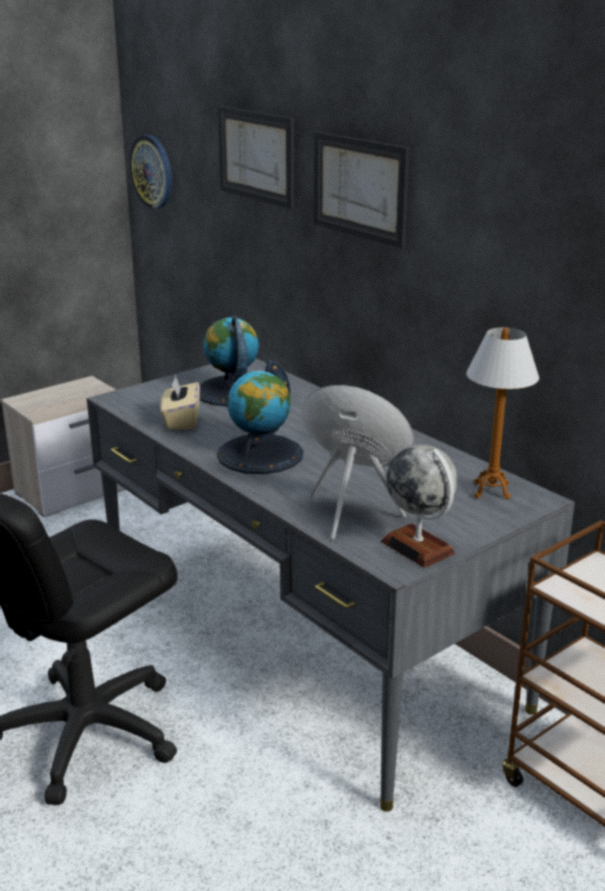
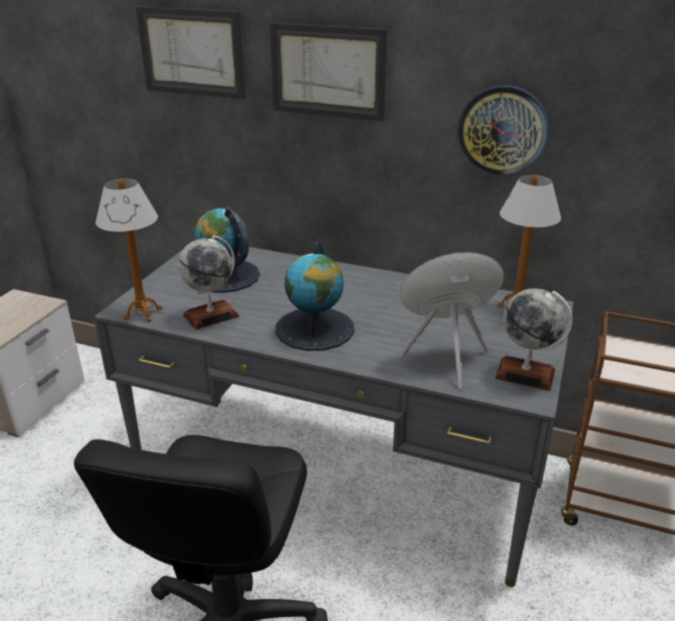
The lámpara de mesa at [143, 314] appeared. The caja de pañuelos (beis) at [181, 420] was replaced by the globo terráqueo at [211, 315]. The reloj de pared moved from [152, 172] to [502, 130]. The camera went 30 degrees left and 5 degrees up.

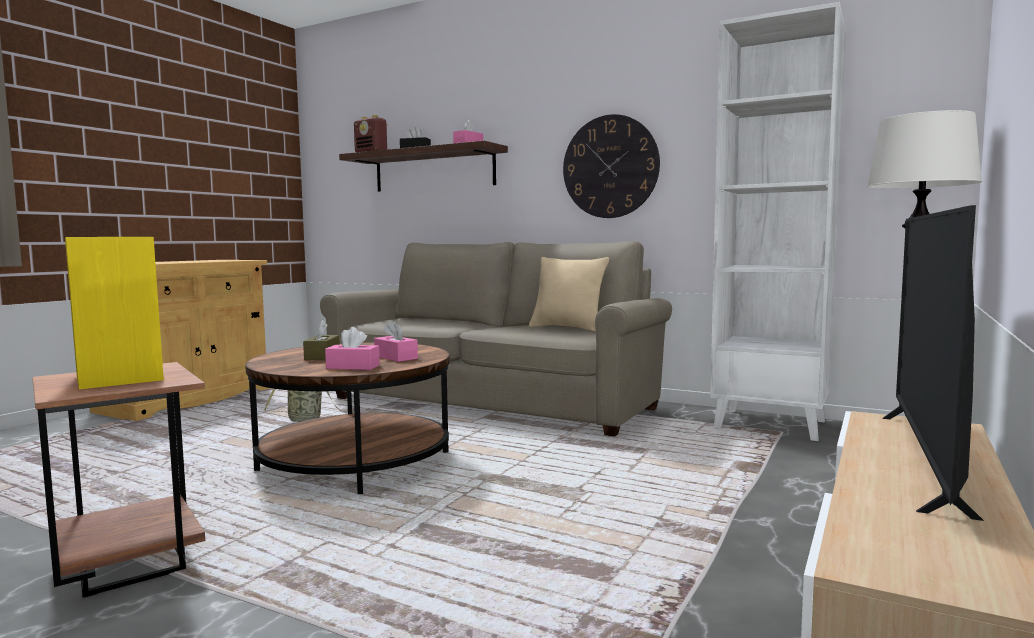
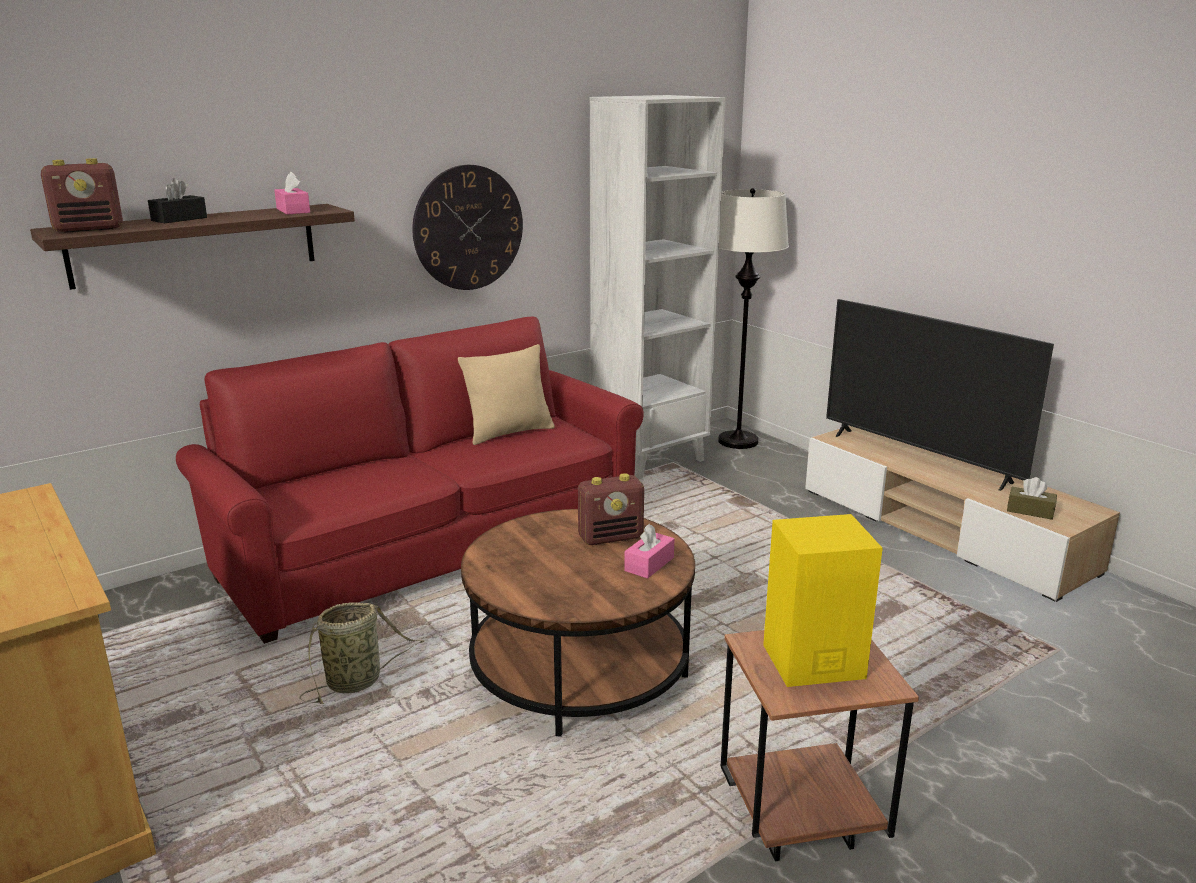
The sofá (beis) at [495, 401] became the sofá (rojo) at [427, 546]. The caja de pañuelos (rosa) at [396, 357] was replaced by the radio at [611, 537]. The caja de pañuelos (marrón) moved from [322, 356] to [1030, 511]. The camera went 65 degrees left and 15 degrees up.

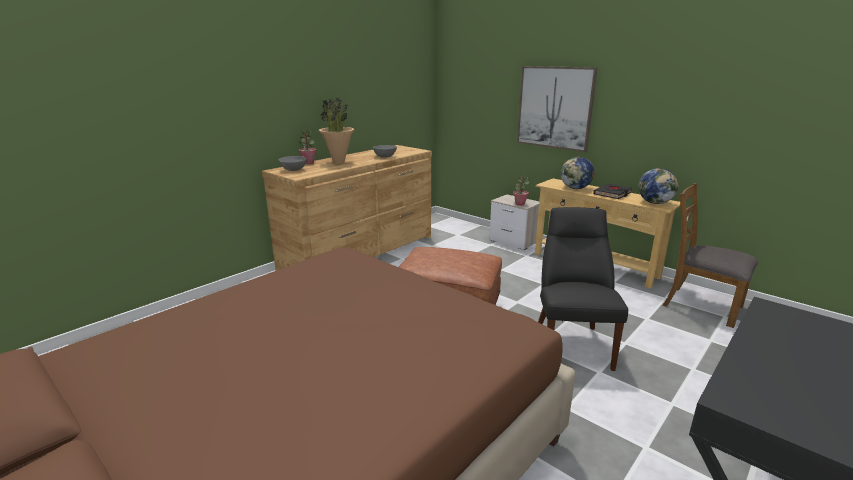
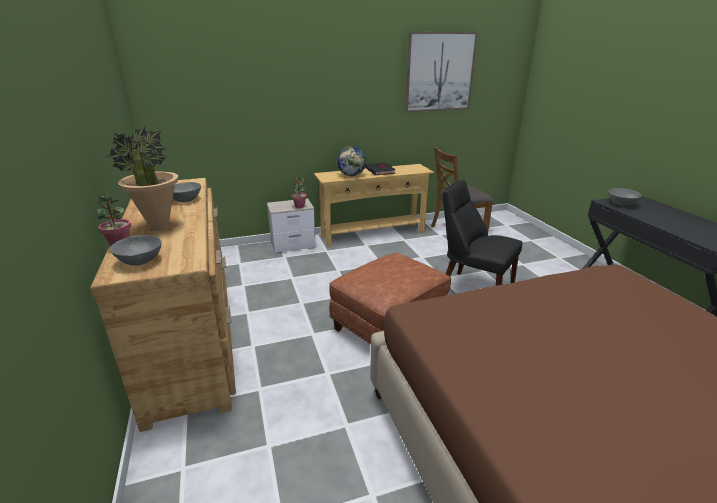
The cuadro moved from [555, 107] to [439, 72]. The cuenco (gris) at [621, 204] appeared. The globo terráqueo at [655, 203] disappeared. The camera went 60 degrees left and 5 degrees up.

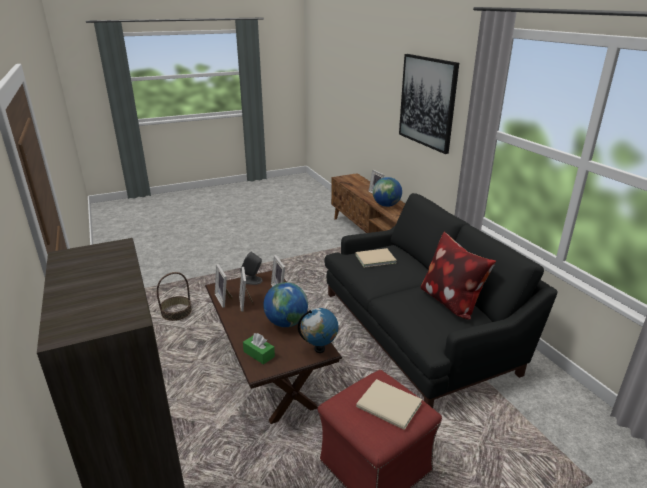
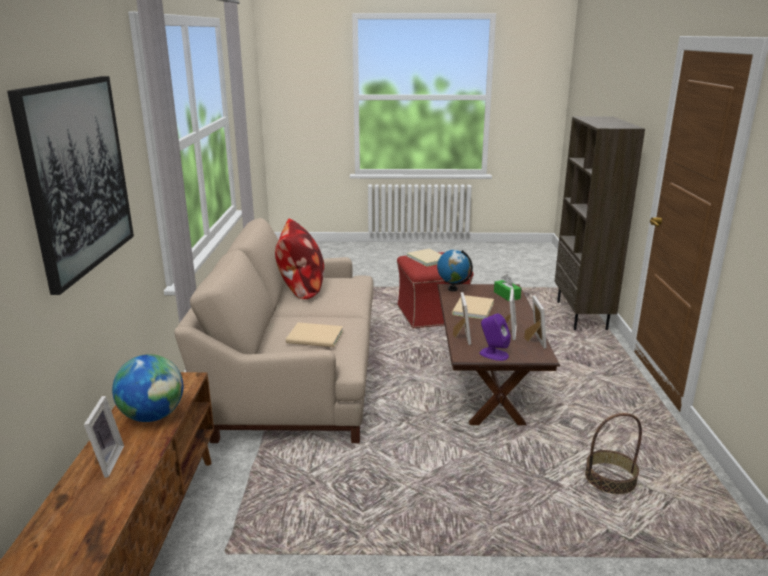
The sofá (negro) at [419, 329] became the sofá (beis) at [295, 374]. The globo terráqueo at [286, 323] was replaced by the libro (beis) at [471, 309]. The altavoz (gris) at [252, 280] became the altavoz (morado) at [493, 354]. The camera went 155 degrees left and 5 degrees down.

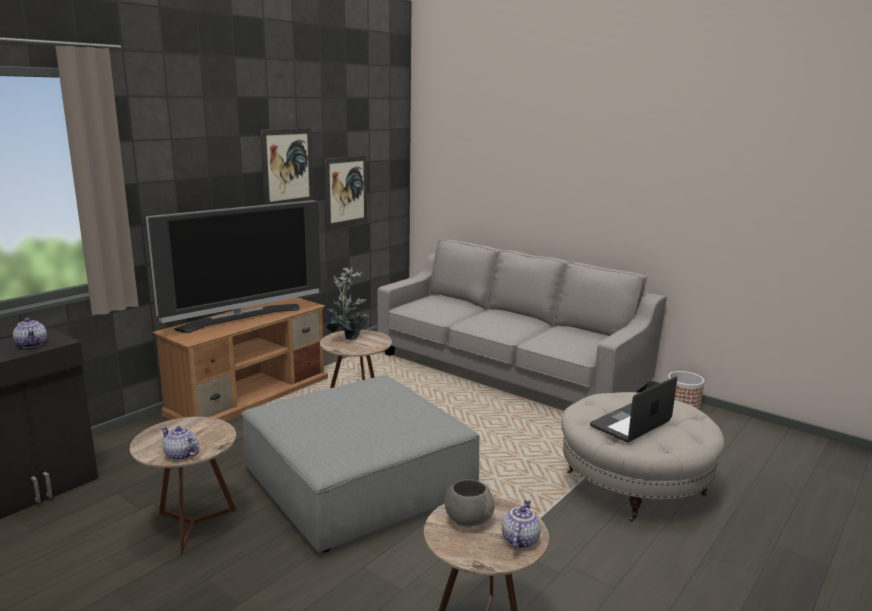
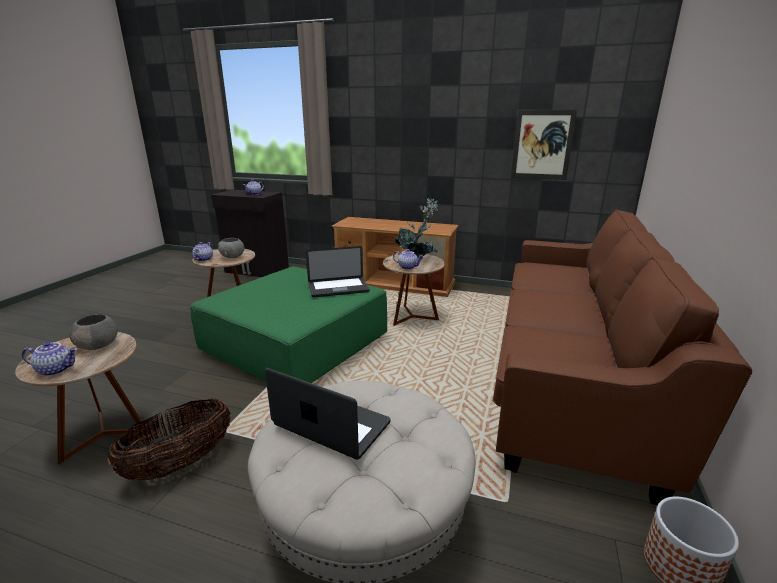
The cesta at [180, 463] appeared. The puf (gris) at [359, 482] became the puf (verde) at [296, 344]. The cuenco (gris) at [233, 257] appeared. The portátil at [338, 288] appeared. The tetera at [408, 267] appeared. The sofá (gris) at [508, 373] became the sofá (marrón) at [570, 373]. The televisor at [241, 318] disappeared. The cuadro at [287, 167] disappeared. The camera went 70 degrees right and 5 degrees up.

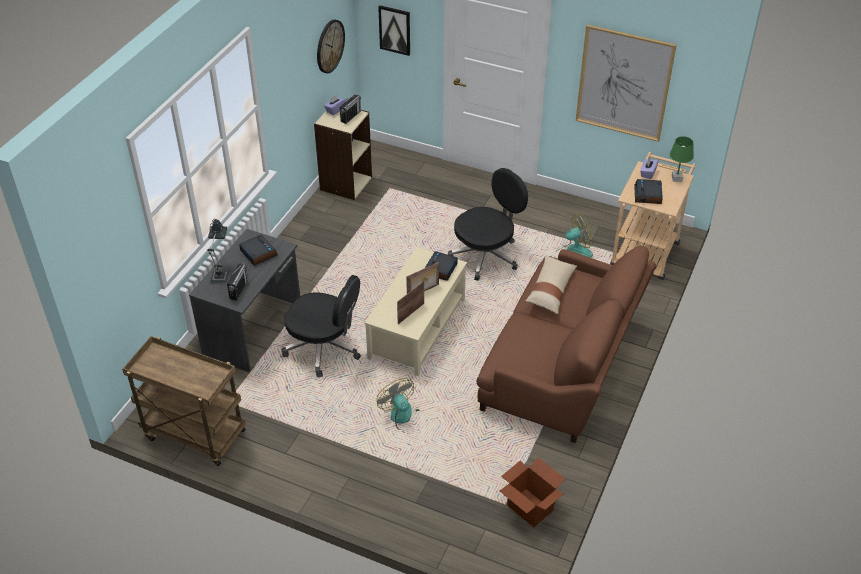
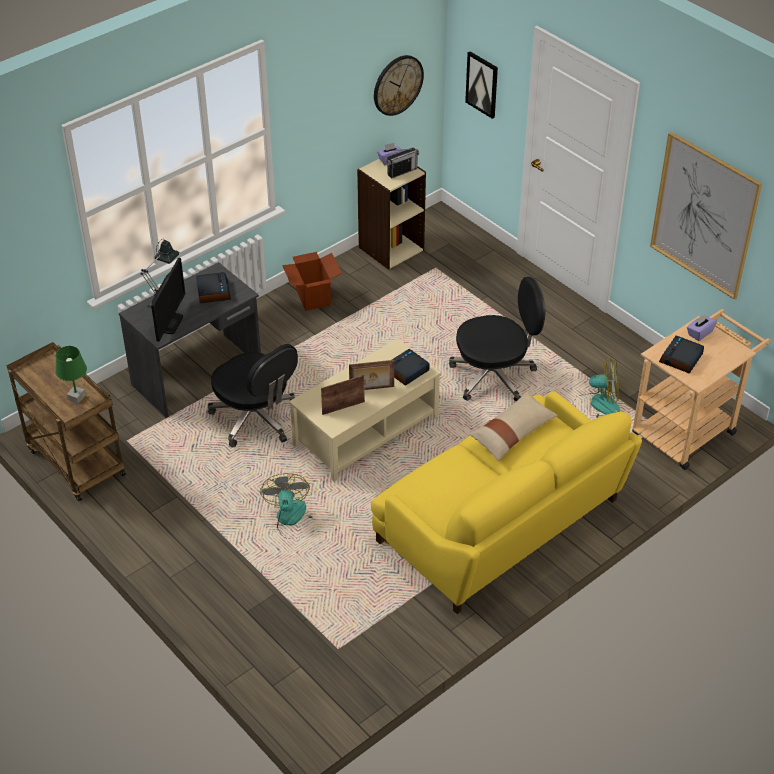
The lámpara de mesa (verde) moved from [677, 178] to [76, 397]. The radio at [239, 289] was replaced by the monitor at [169, 323]. The caja de cartón moved from [529, 508] to [313, 297]. The sofá (marrón) at [562, 364] became the sofá (amarillo) at [500, 524]. The camera went 25 degrees right and 0 degrees up.

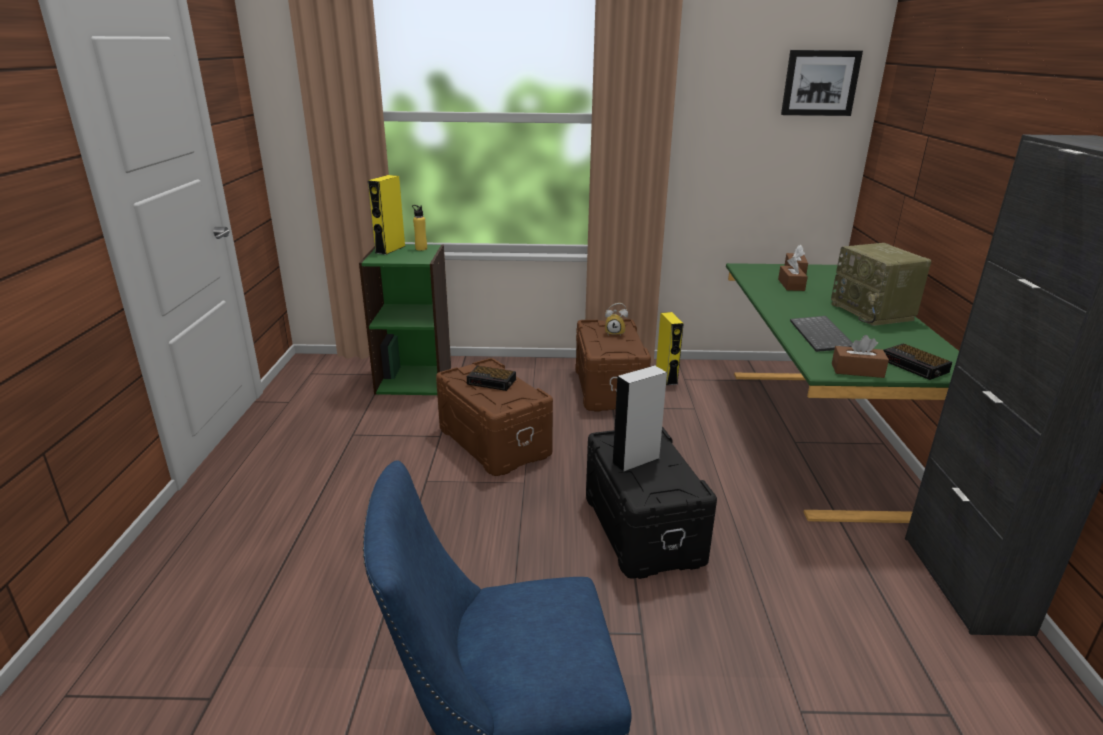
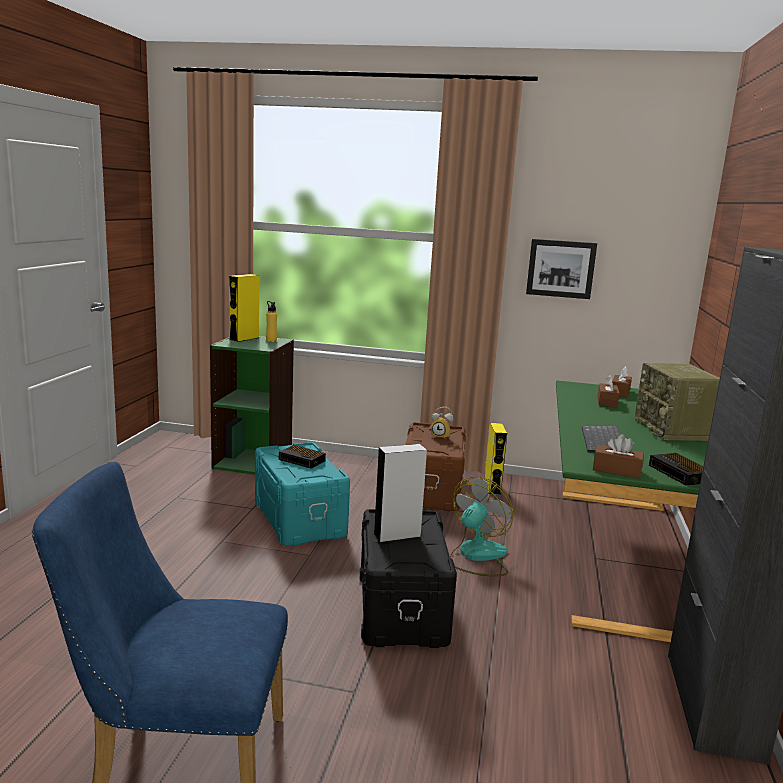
The caja de almacenaje (marrón) at [495, 441] became the caja de almacenaje (turquesa) at [300, 519]. The ventilador at [477, 556] appeared. The cuadro moved from [820, 83] to [560, 268]. The camera went 10 degrees right and 10 degrees down.

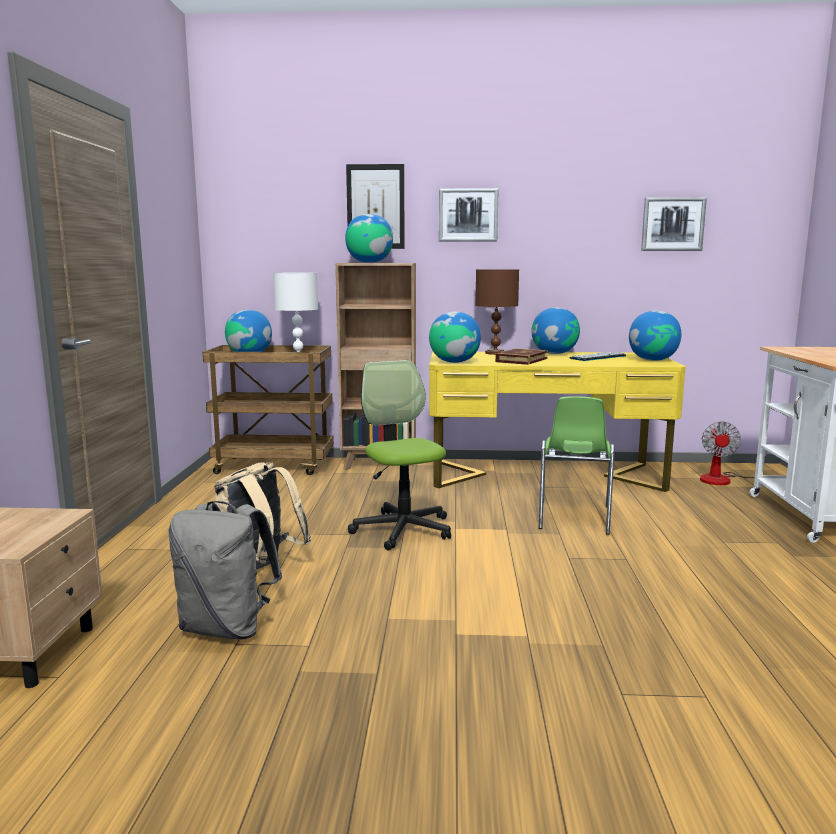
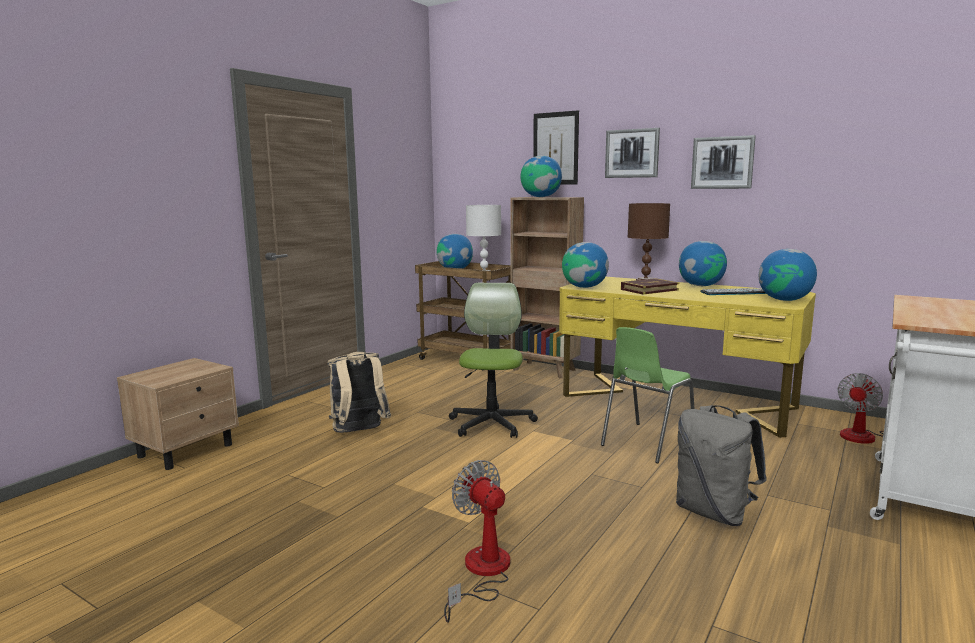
The ventilador at [482, 572] appeared. The mochila (gris) moved from [227, 628] to [714, 513]. The cuadro moved from [672, 224] to [722, 162]. The camera went 30 degrees right and 0 degrees up.

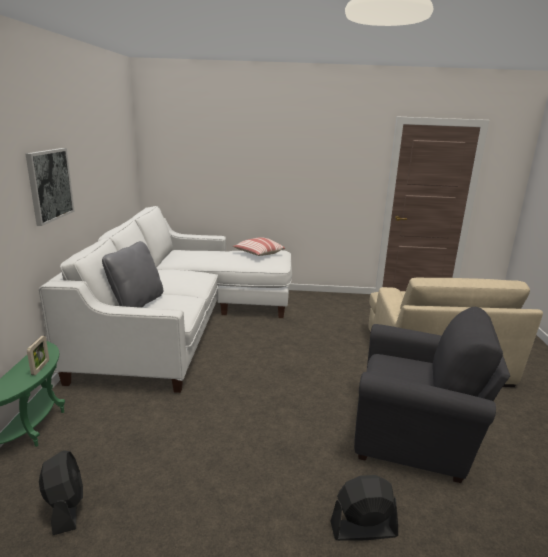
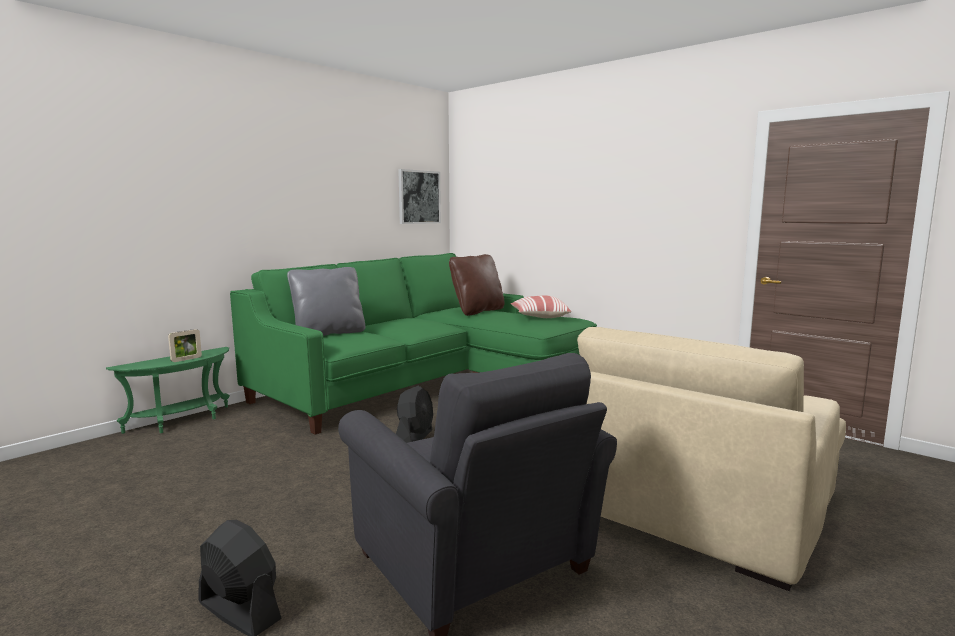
The sofá (blanco) at [184, 322] became the sofá (verde) at [425, 385]. The ventilador (negro) moved from [65, 507] to [414, 438]. The cuadro moved from [49, 185] to [419, 197]. The cojín (marrón) at [477, 311] appeared. The camera went 40 degrees right and 10 degrees down.

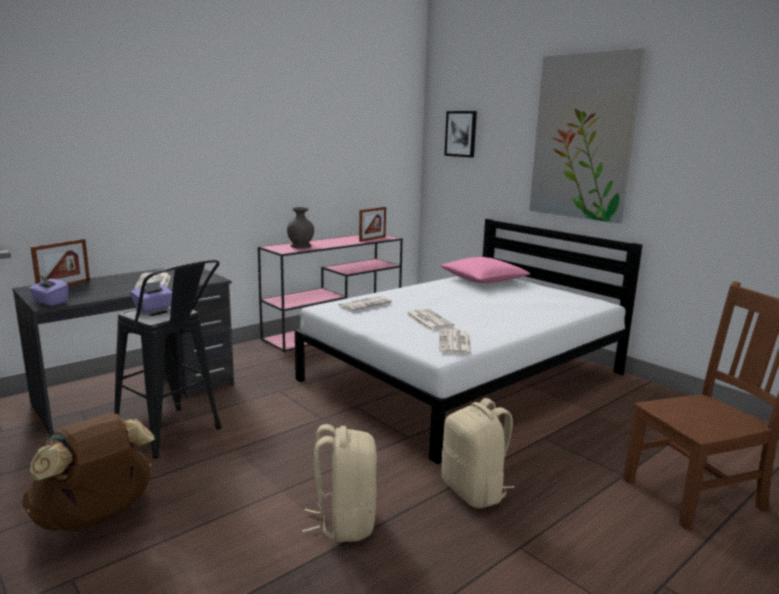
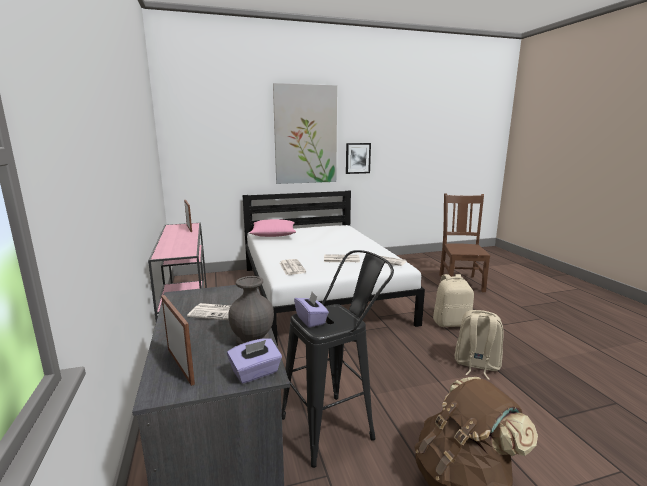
The florero (gris) moved from [301, 246] to [253, 339]. The cuadro moved from [461, 134] to [357, 158]. The camera went 65 degrees left and 0 degrees up.

